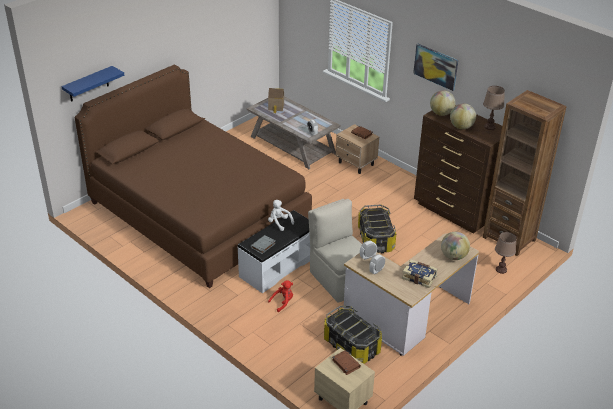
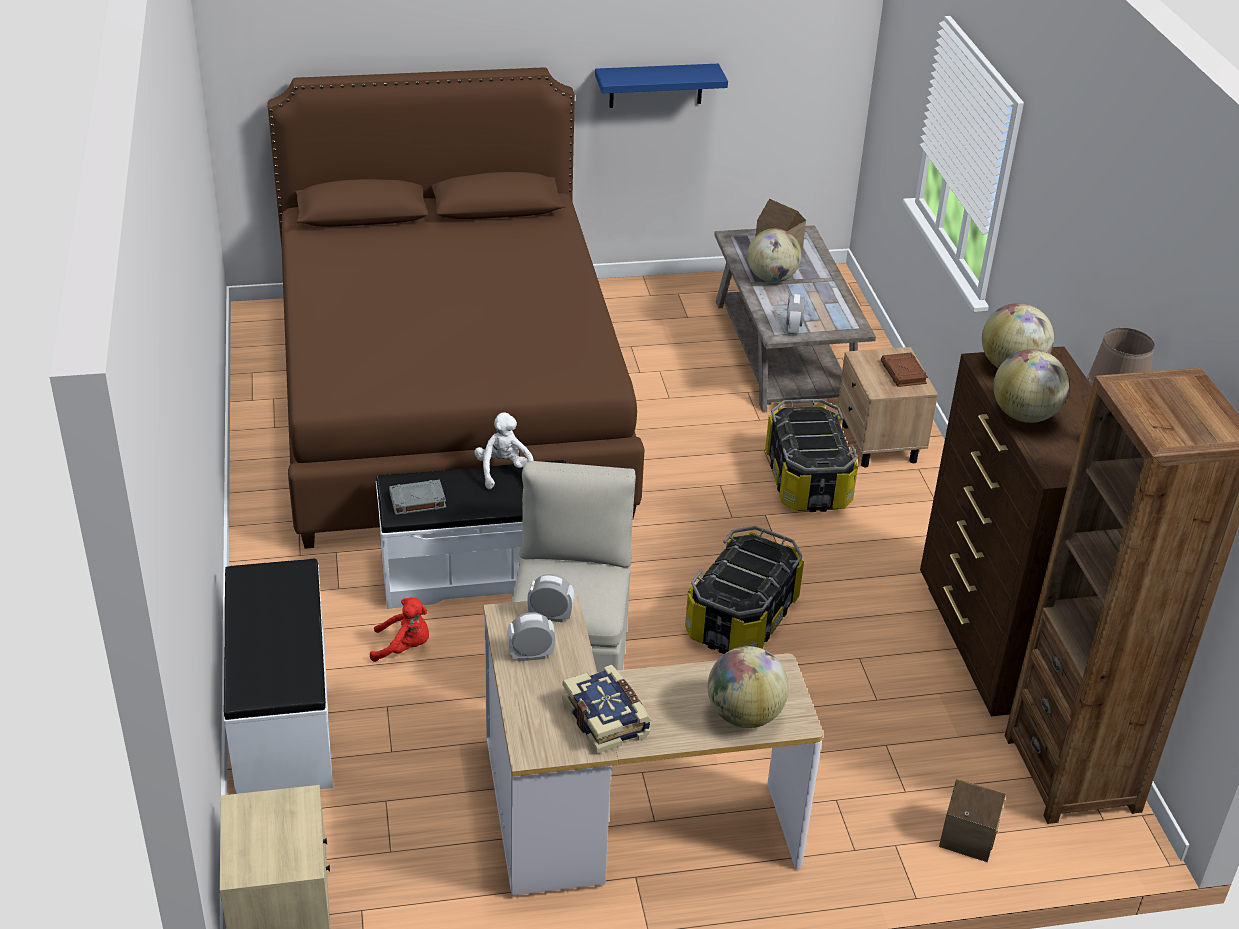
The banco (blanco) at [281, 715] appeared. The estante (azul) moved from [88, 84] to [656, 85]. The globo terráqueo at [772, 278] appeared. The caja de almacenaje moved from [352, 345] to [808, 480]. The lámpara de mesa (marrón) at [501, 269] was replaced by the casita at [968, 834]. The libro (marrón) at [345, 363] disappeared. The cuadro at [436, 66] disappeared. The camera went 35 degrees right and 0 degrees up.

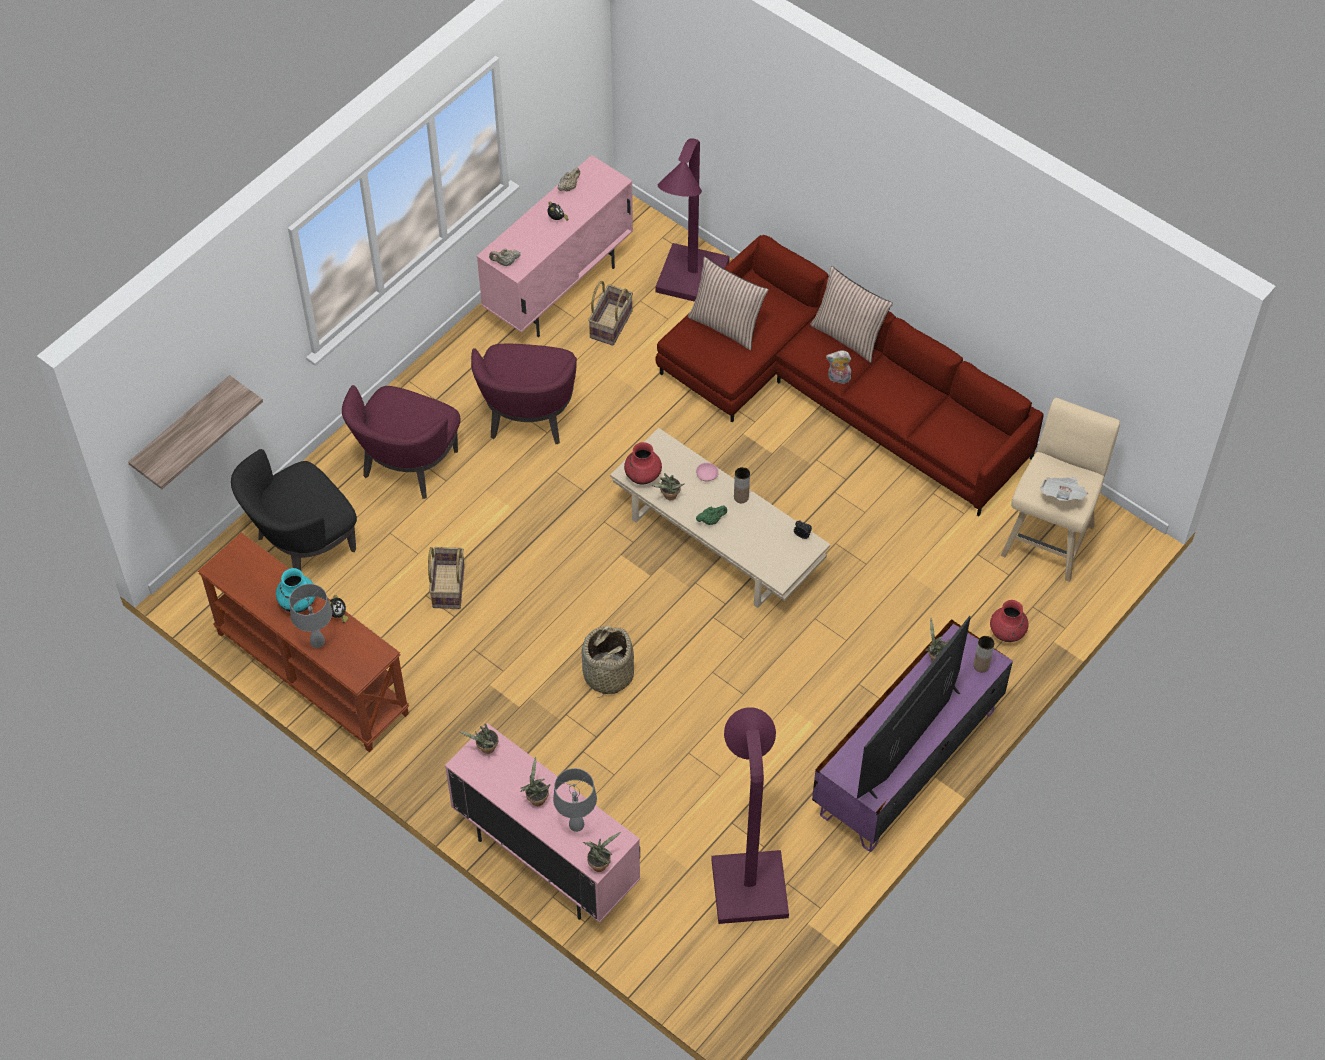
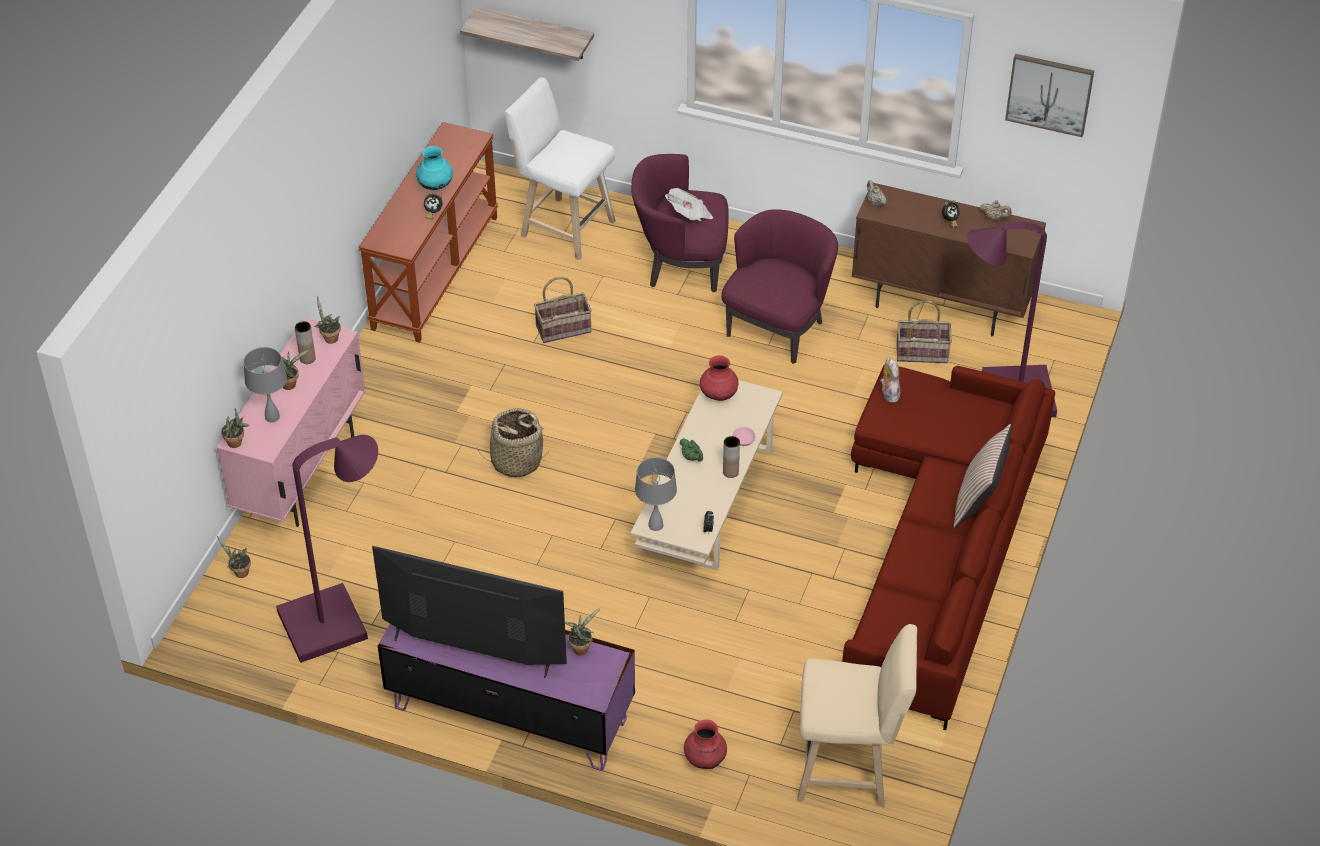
The planta en maceta moved from [669, 497] to [239, 572]. The florero (marrón) moved from [981, 665] to [307, 358]. The sillón (negro) at [302, 545] was replaced by the taburete (blanco) at [563, 227]. The lámpara de mesa (gris) moved from [317, 641] to [655, 525]. The periódico moved from [1062, 495] to [689, 215]. The sillón (morado) at [528, 418] turned 135 degrees clockwise. The armario (rosa) at [559, 290] became the armario (marrón) at [941, 306]. The peluche moved from [838, 379] to [888, 394]. The cuadro at [1049, 94] appeared. The cojín at [726, 325] disappeared. The camera went 70 degrees right and 10 degrees down.

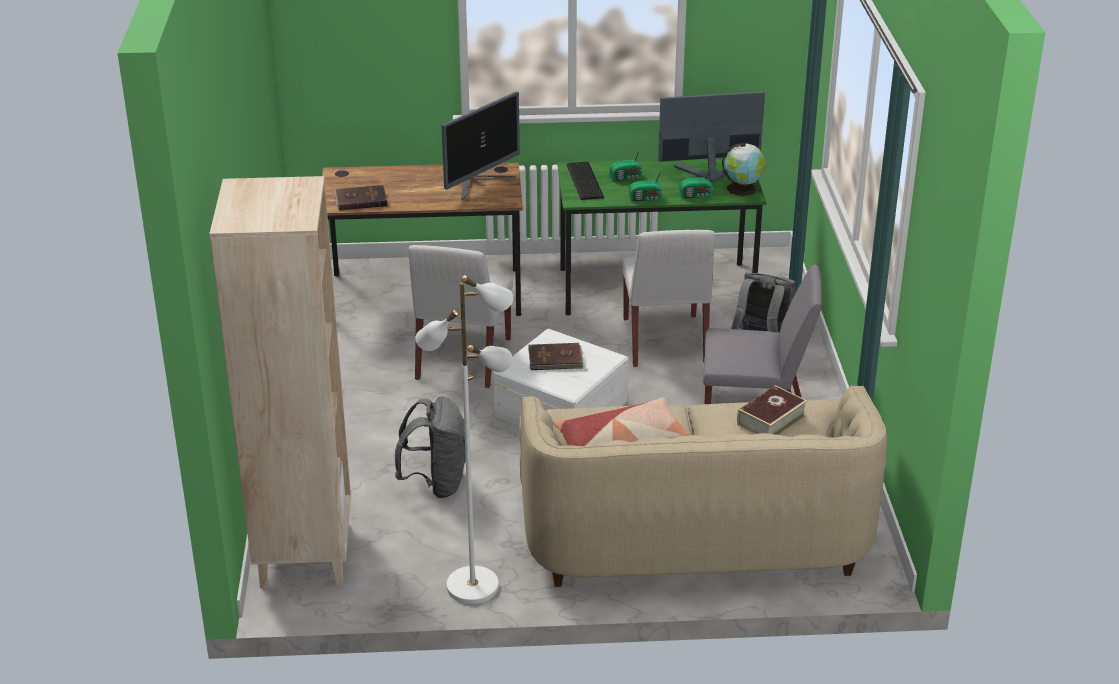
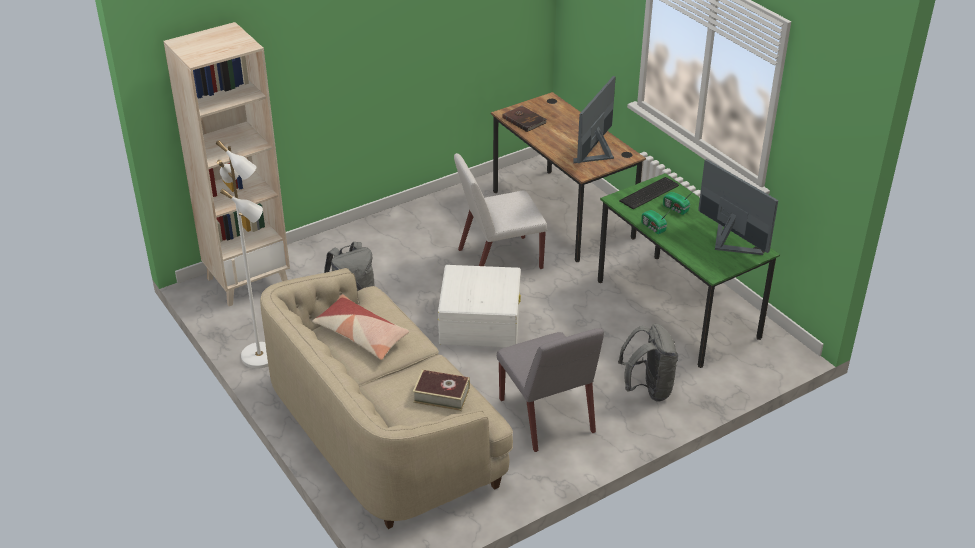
The monitor at [480, 183] turned 105 degrees clockwise. The libro (marrón) at [555, 359] disappeared. The silla (blanco) at [665, 342] disappeared. The radio at [696, 195] disappeared. The globo terráqueo at [743, 189] disappeared. The camera went 60 degrees right and 5 degrees up.

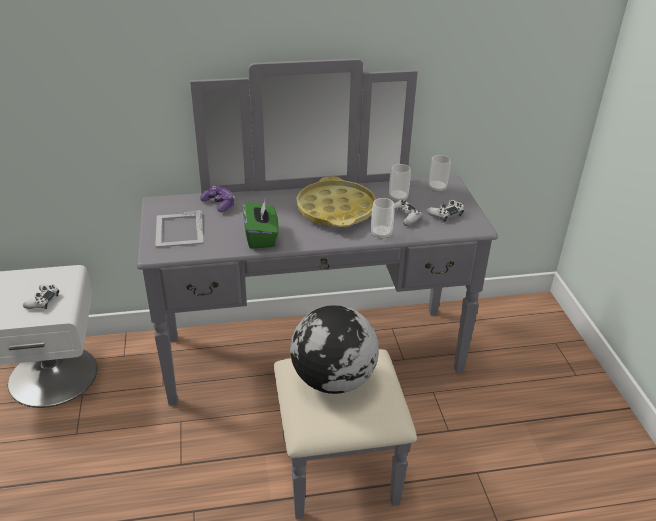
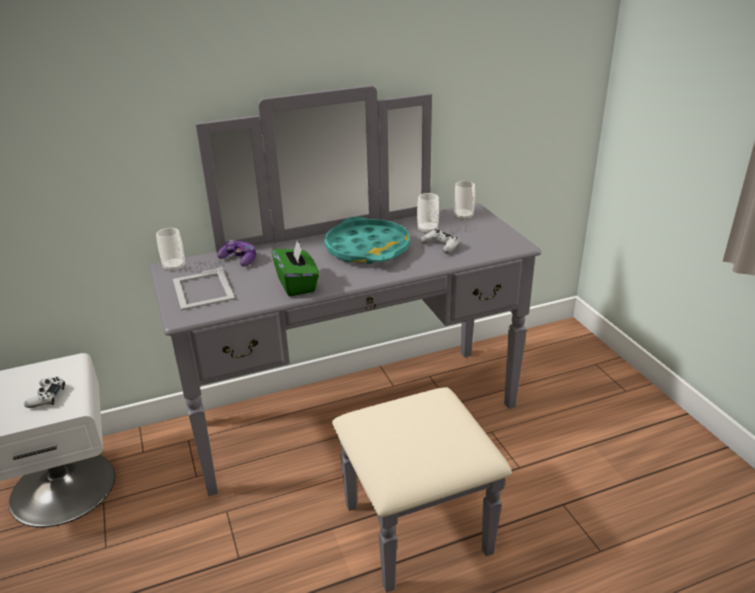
The taza moved from [381, 234] to [174, 267]. The bandeja (amarillo) at [336, 210] became the bandeja (turquesa) at [367, 248]. The globo terráqueo at [333, 380] disappeared. The mando de consola (blanco) at [445, 214] disappeared. The camera went 10 degrees left and 5 degrees down.

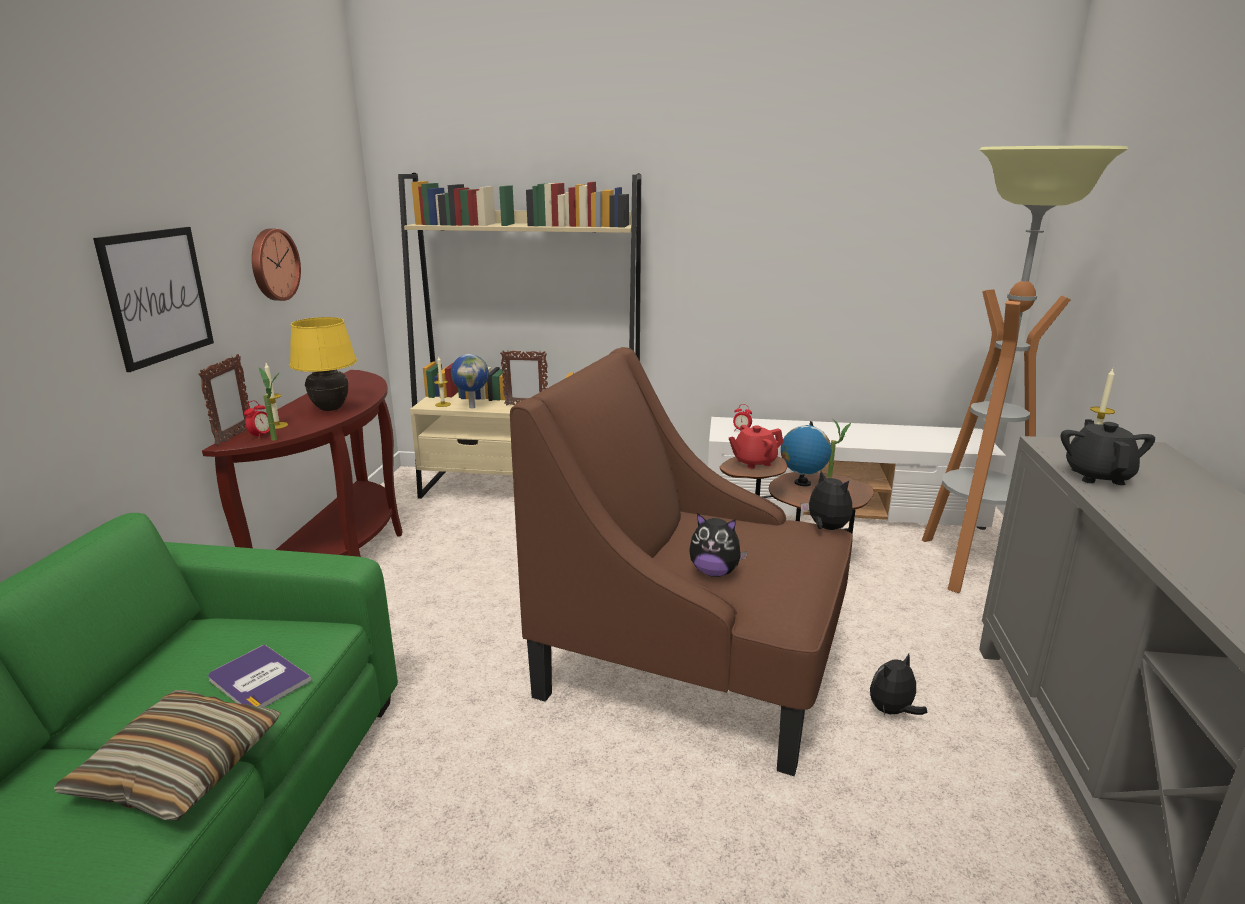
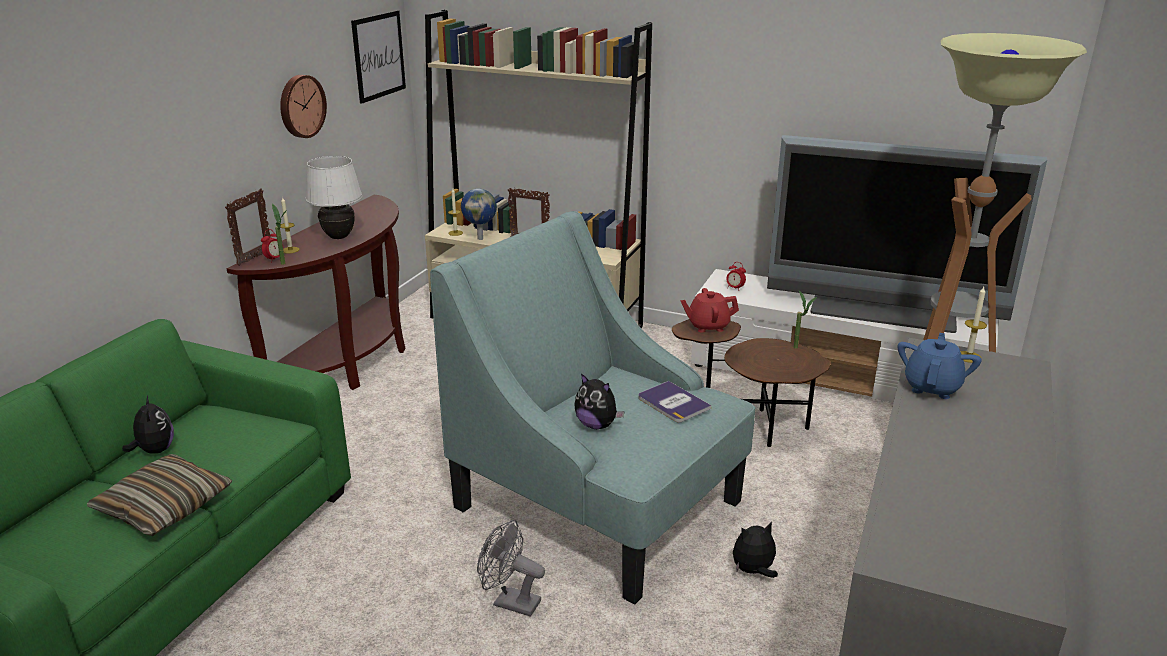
The peluche moved from [826, 528] to [155, 451]. The lámpara de mesa (amarillo) at [330, 409] became the lámpara de mesa (blanco) at [339, 237]. The cuadro moved from [158, 296] to [378, 56]. The sillón (marrón) at [692, 666] became the sillón (turquesa) at [599, 504]. The ventilador (gris) at [510, 602] appeared. The libro moved from [258, 679] to [673, 403]. The televisor at [883, 311] appeared. The tetera (negro) at [1097, 476] became the tetera (azul) at [932, 387]. The globo terráqueo at [802, 483] disappeared. The camera went 15 degrees right and 5 degrees up.

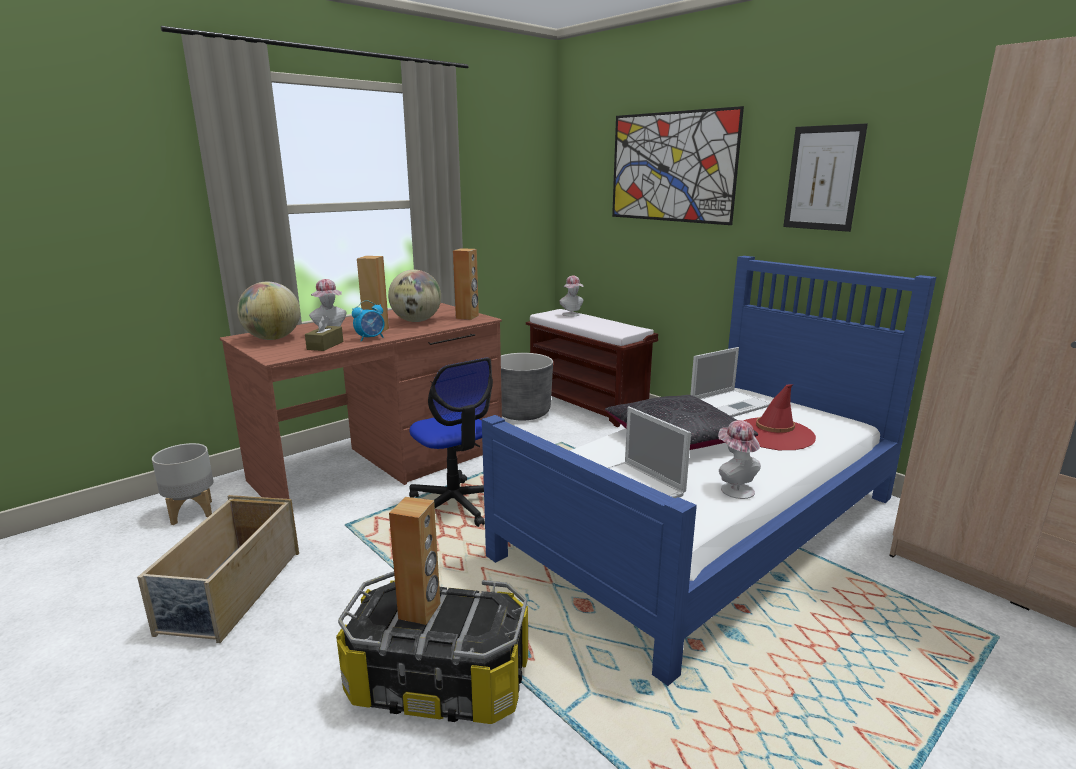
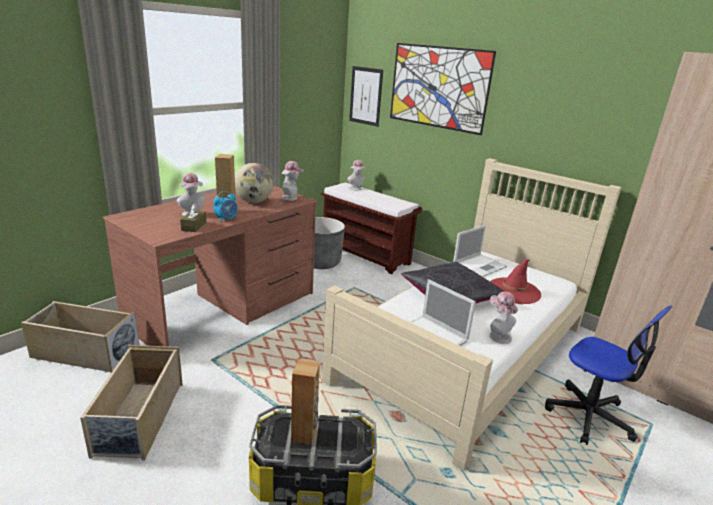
The maceta (gris) at [191, 512] was replaced by the caja de almacenaje (beis) at [85, 353]. The altavoz (marrón) at [467, 317] was replaced by the sombrero at [291, 198]. The cama (azul) at [706, 525] became the cama (beis) at [466, 351]. The cuadro moved from [823, 178] to [366, 96]. The silla de oficina moved from [455, 505] to [589, 416]. The globo terráqueo at [273, 338] disappeared. The camera went 10 degrees left and 5 degrees up.

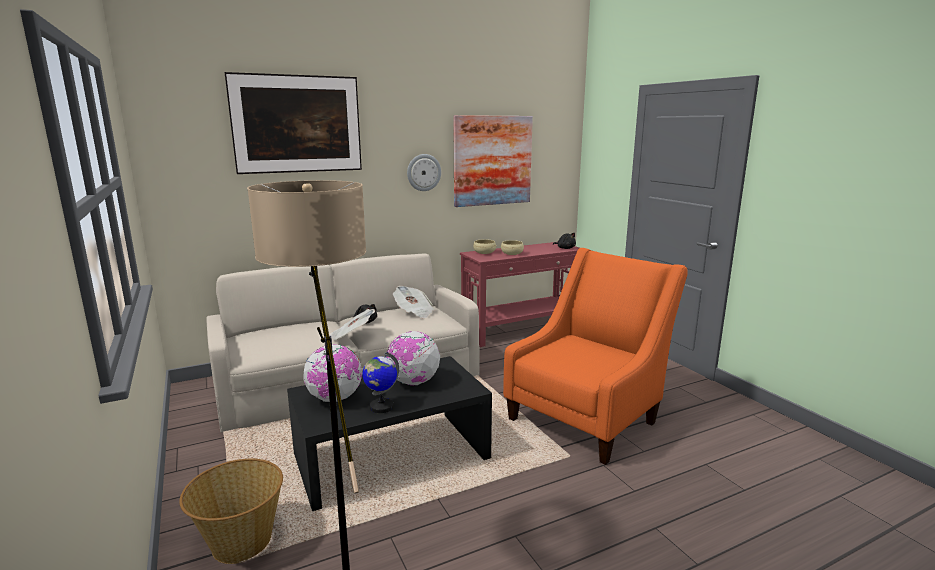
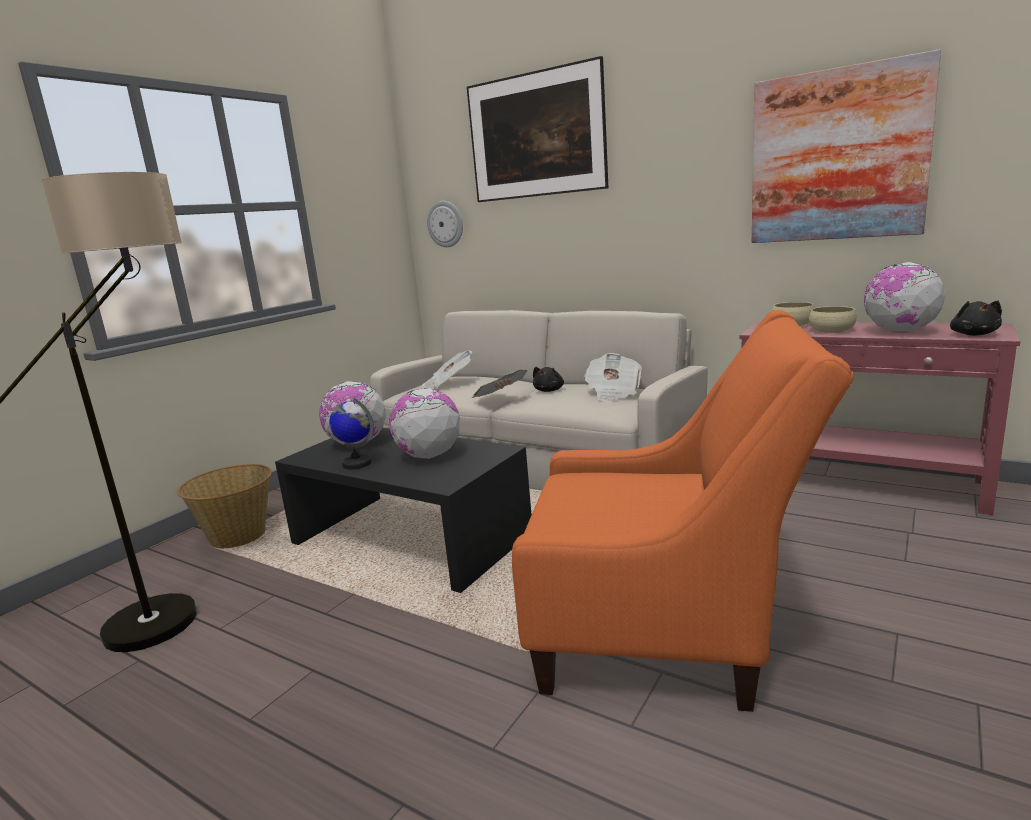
The periódico at [448, 384] appeared. The reloj de pared moved from [423, 172] to [445, 224]. The globo terráqueo at [900, 332] appeared. The camera went 60 degrees right and 0 degrees up.

